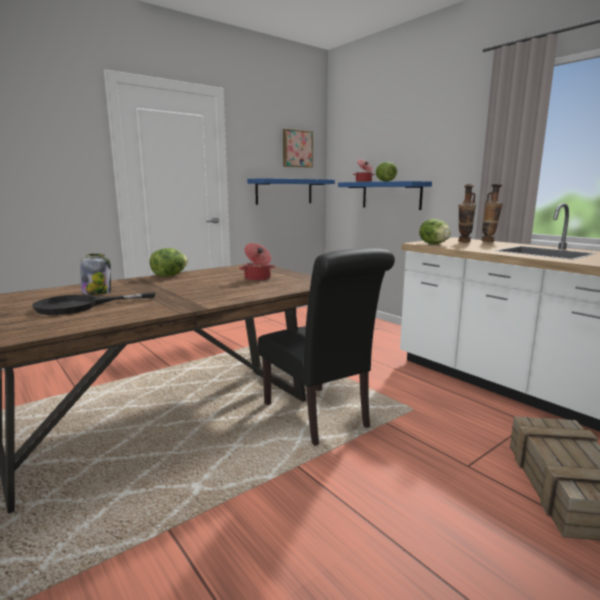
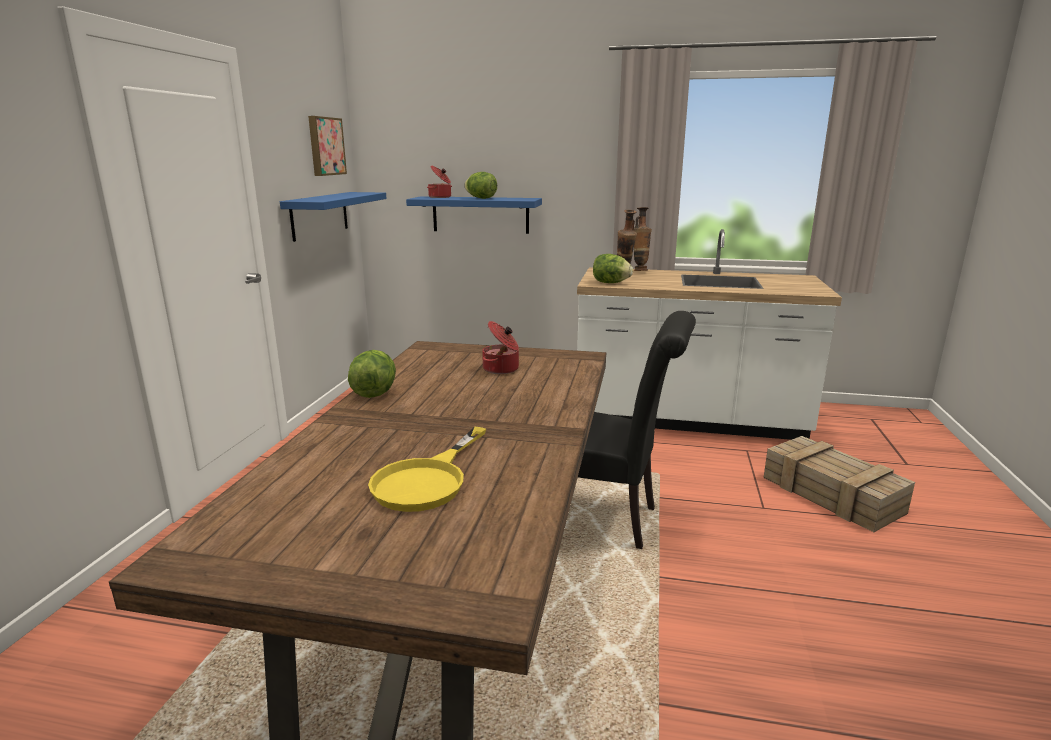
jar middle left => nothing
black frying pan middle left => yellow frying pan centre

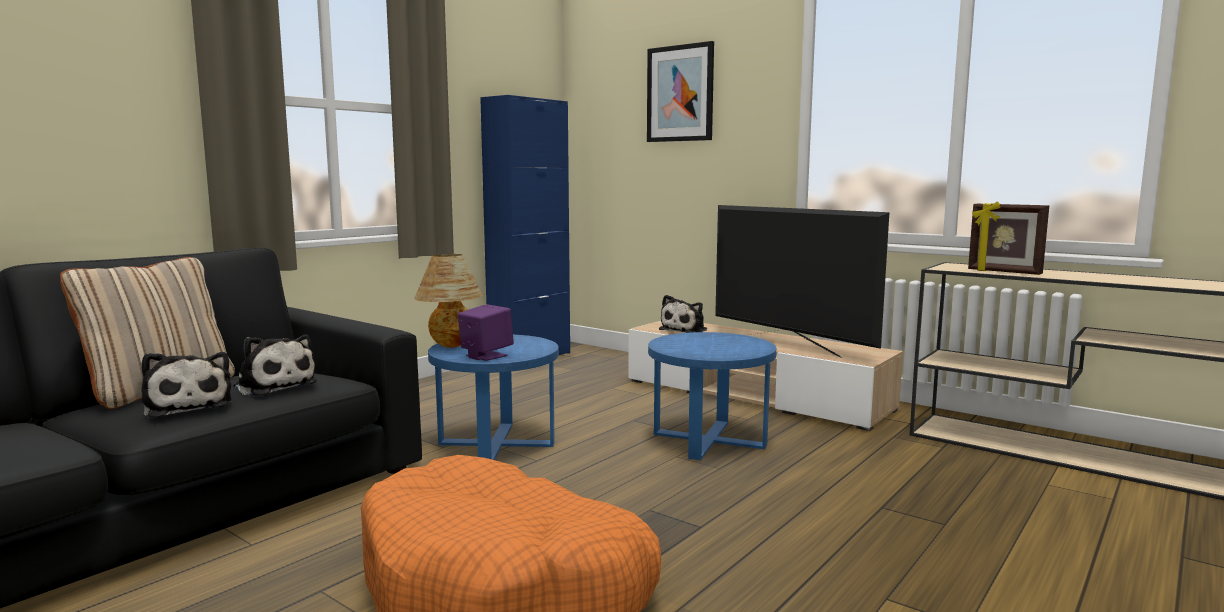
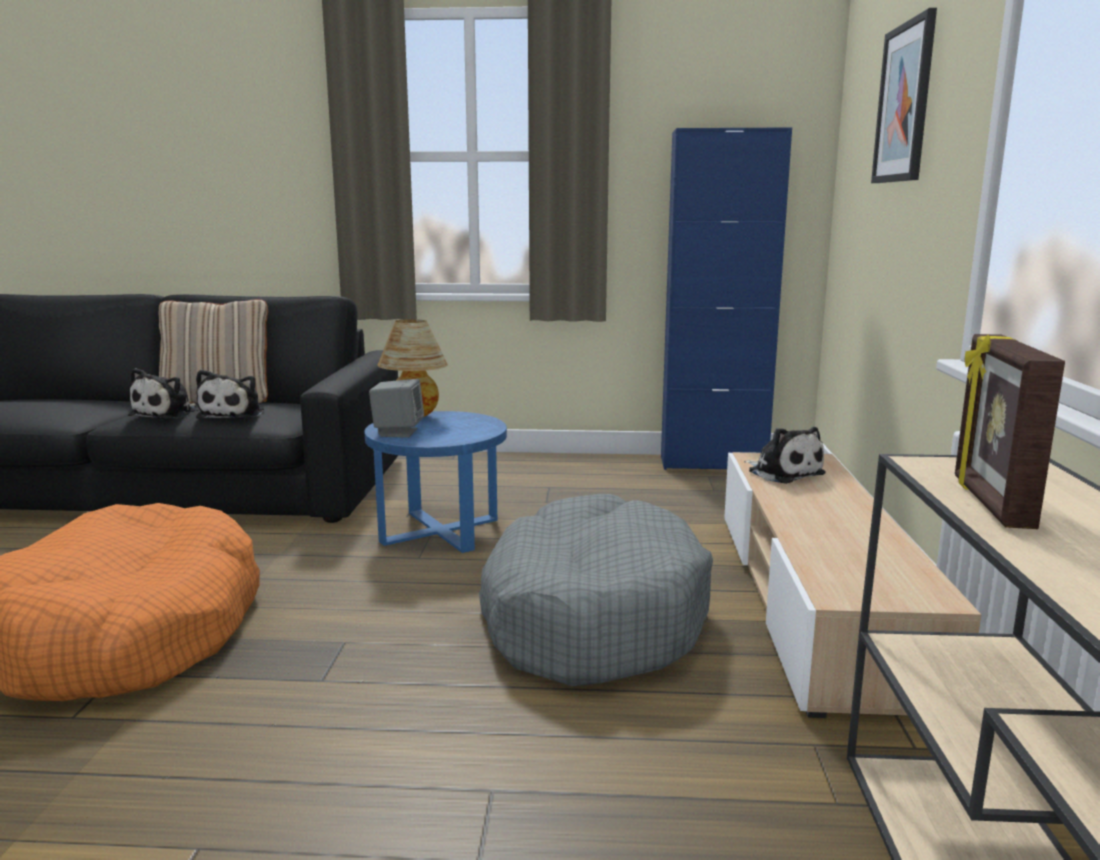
television centre => nothing
blue side table (no. 2 from left) centre => grey dog bed bottom centre
purple speaker centre => grey speaker centre
plush toy (no. 3 from left) centre => plush toy (no. 3 from left) middle right, 120 degrees counterclockwise

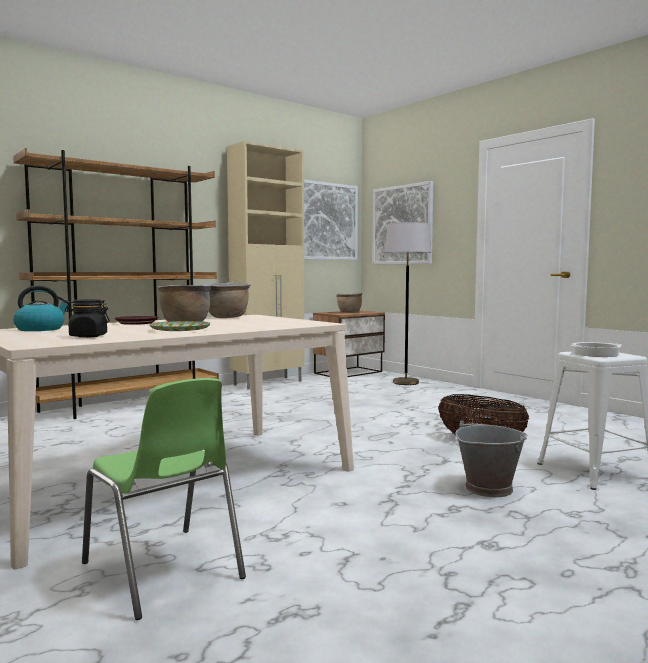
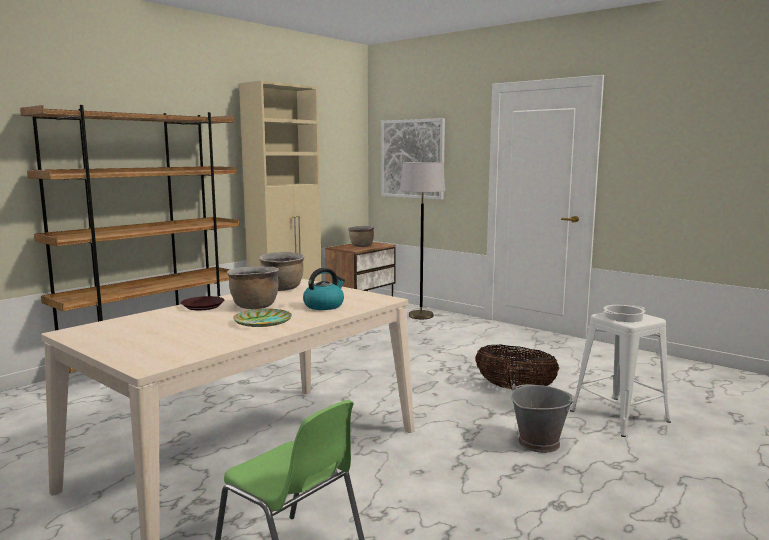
black jar middle left => nothing
picture (no. 1 from left) top centre => nothing
kettle middle left => kettle centre, relocated

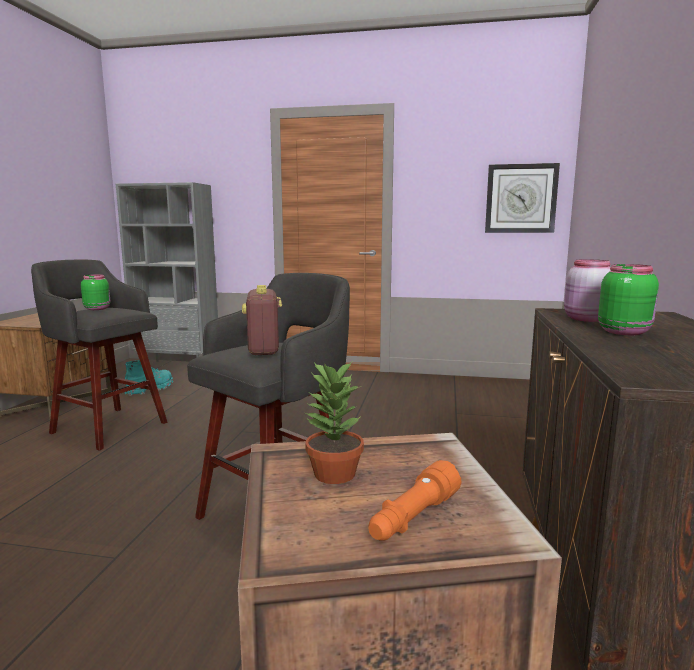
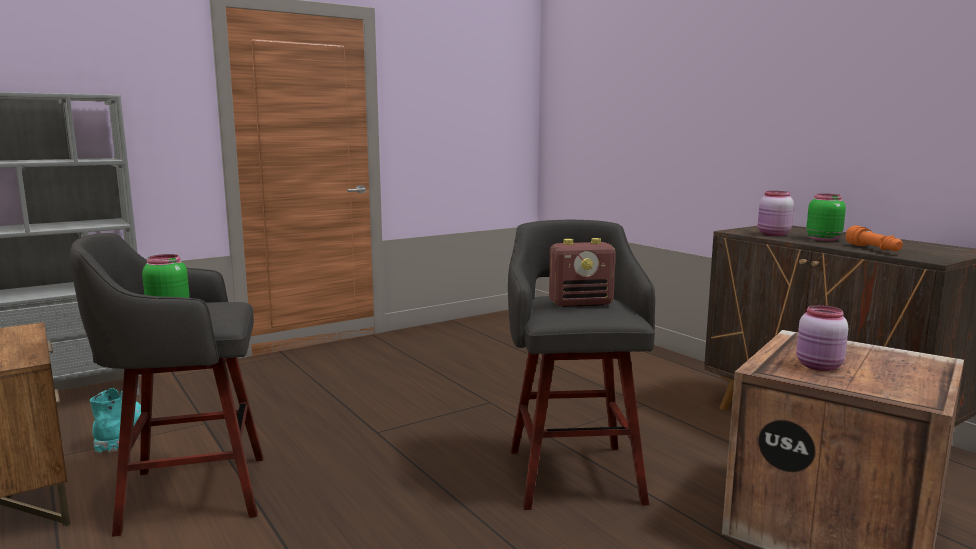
wall clock top right => nothing
orange flashlight bottom centre => orange flashlight middle right, relocated
potted plant centre => pink jar (no. 2 from left) middle right
radio centre, 45 degrees counterclockwise

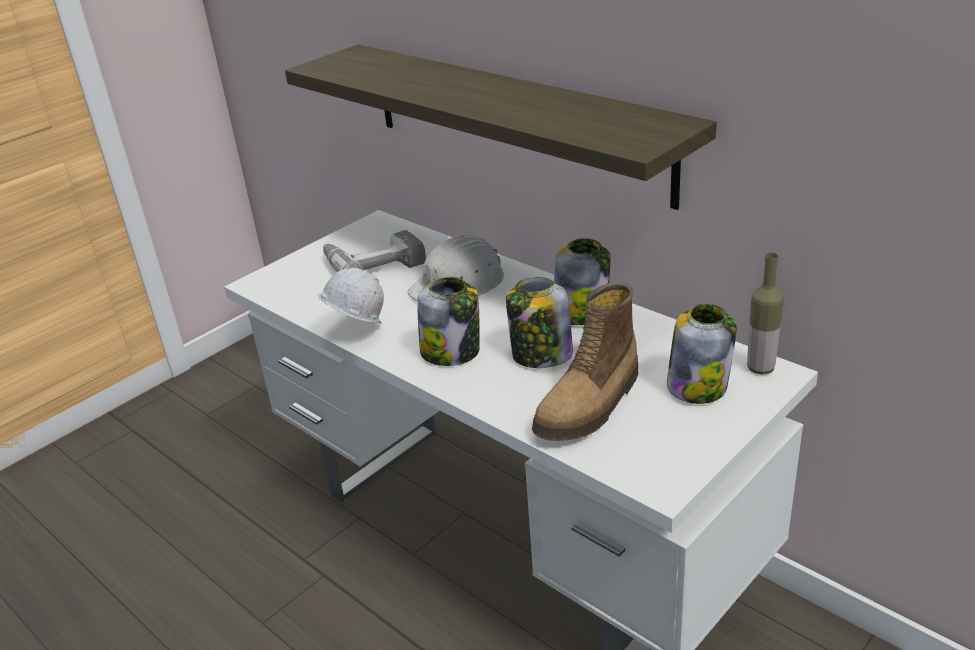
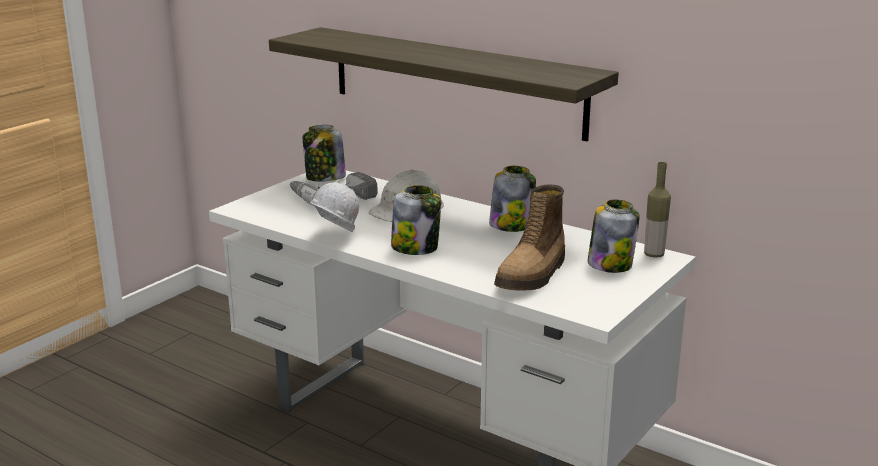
jar (no. 2 from left in the first image) centre => jar (no. 1 from left) top centre, relocated

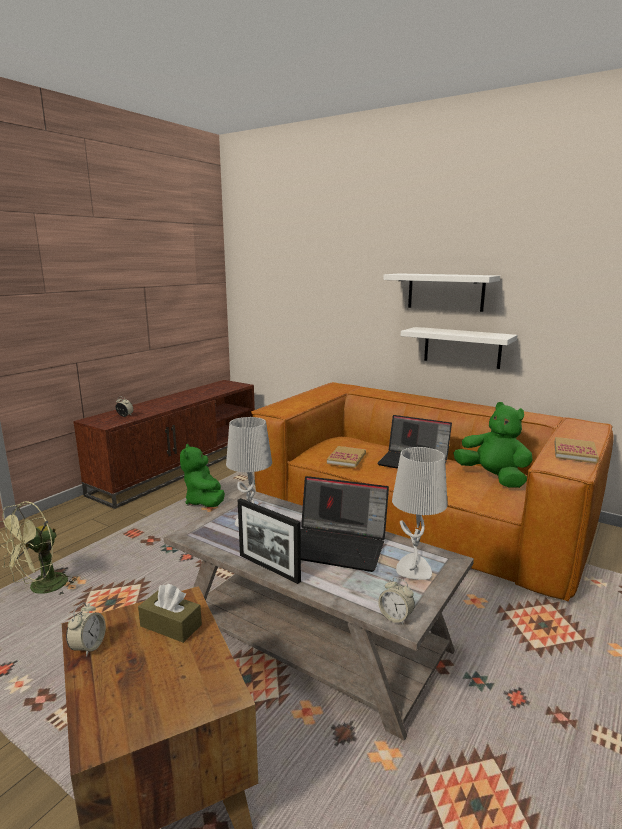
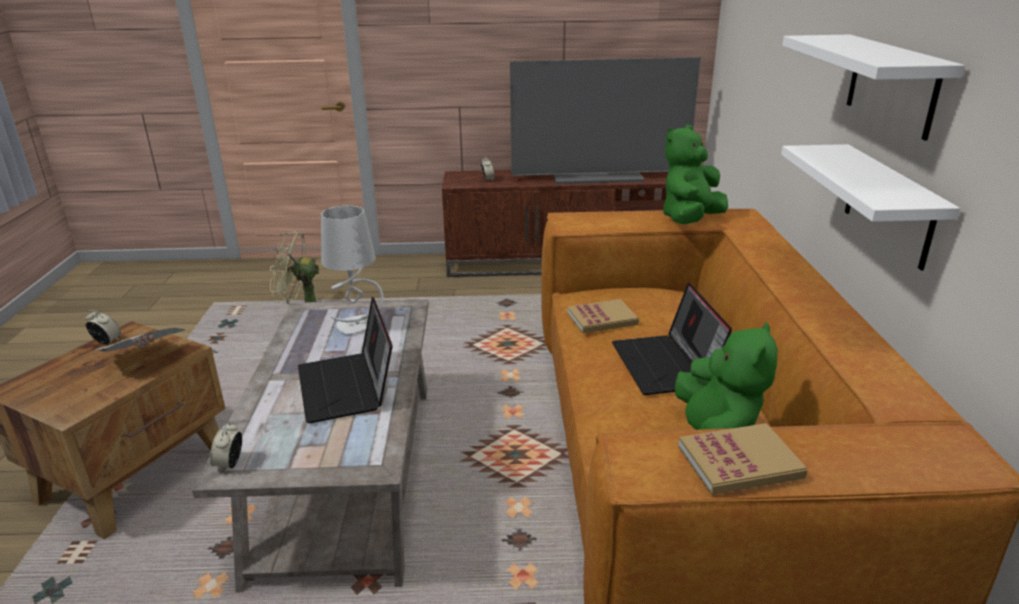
picture frame centre => nothing
grey table lamp (no. 2 from left) middle right => nothing
nothing => television top centre
green plush toy (no. 1 from left) middle left => green plush toy (no. 1 from left) top right, relocated
brown tissue box bottom left => newspaper middle left
alarm clock (no. 1 from left) bottom left => alarm clock (no. 1 from left) middle left, 135 degrees counterclockwise

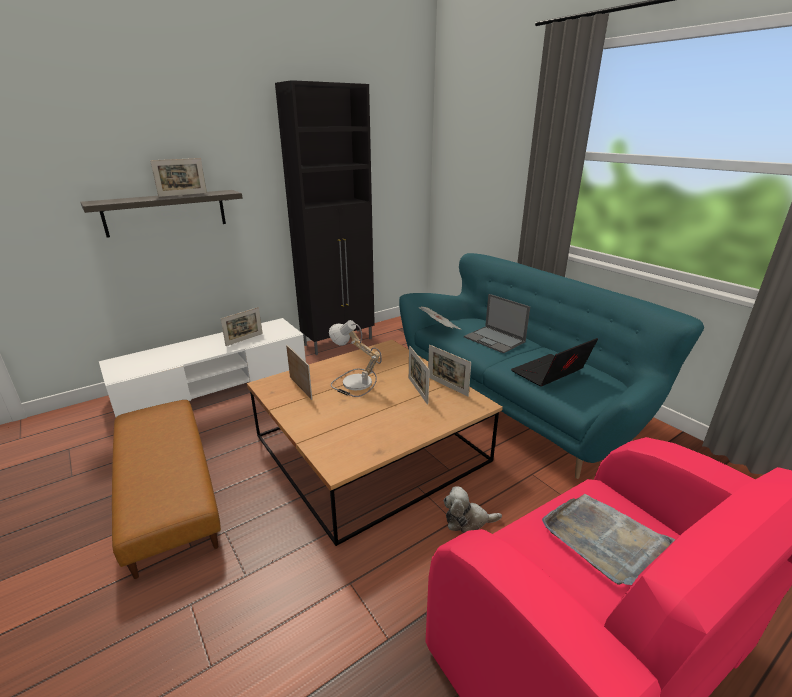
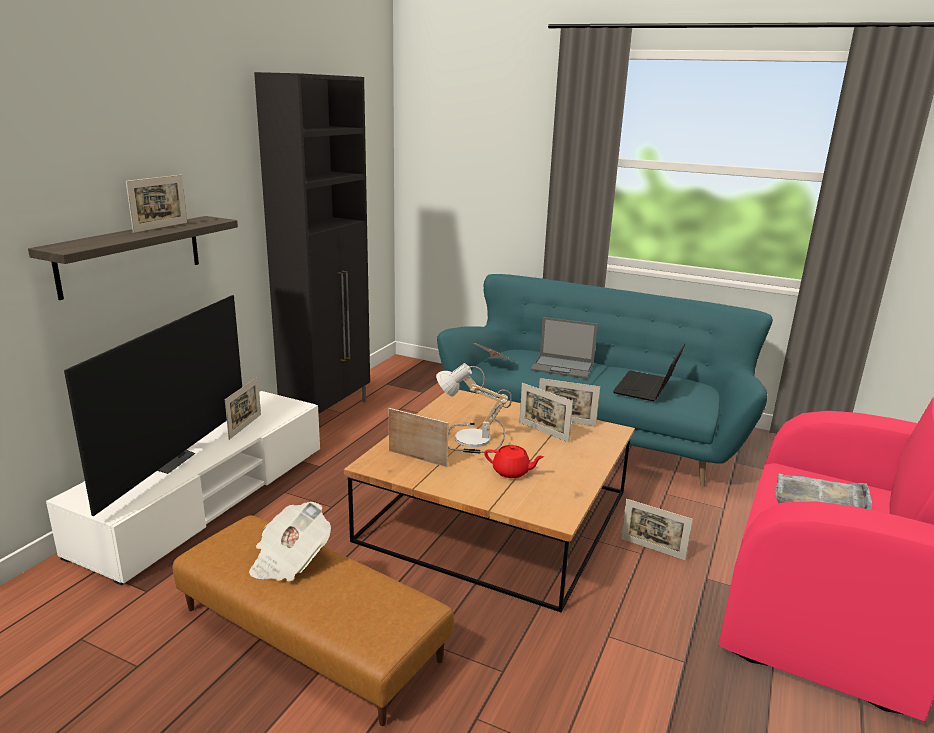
nothing => television middle left
nothing => newspaper (no. 1 from left) bottom left
nothing => red teapot centre
plush toy bottom centre => picture frame (no. 6 from left) bottom right

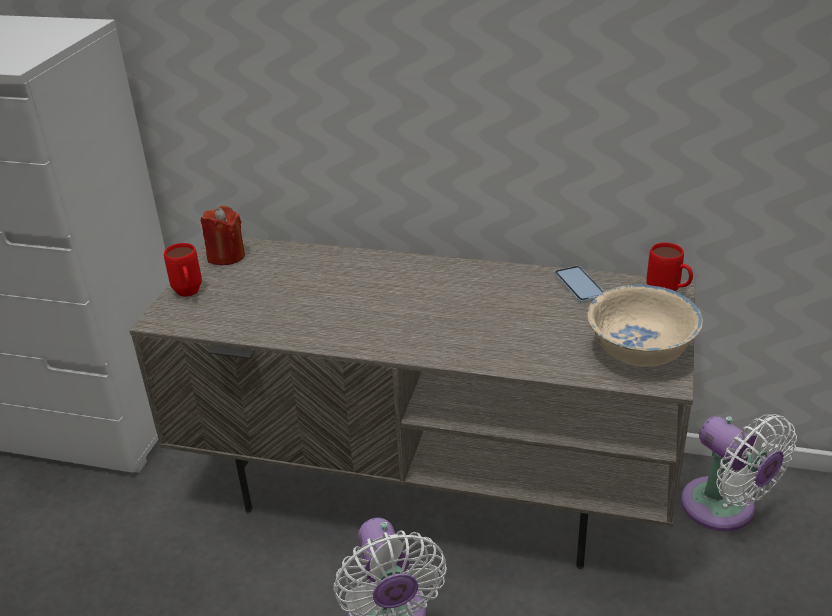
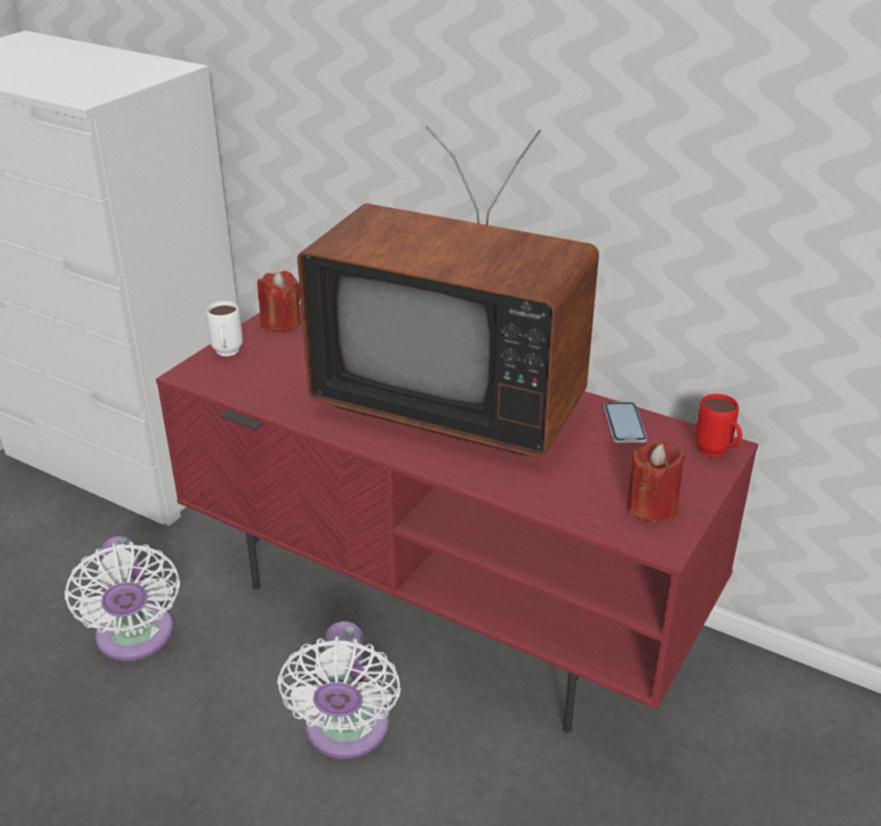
nothing => television centre
white fan (no. 2 from left in the first image) bottom right => white fan (no. 1 from left) bottom left, relocated
beige bowl middle right => red candle (no. 2 from left) middle right
grey tv stand centre => red tv stand centre
red mug (no. 1 from left) middle left => white mug middle left

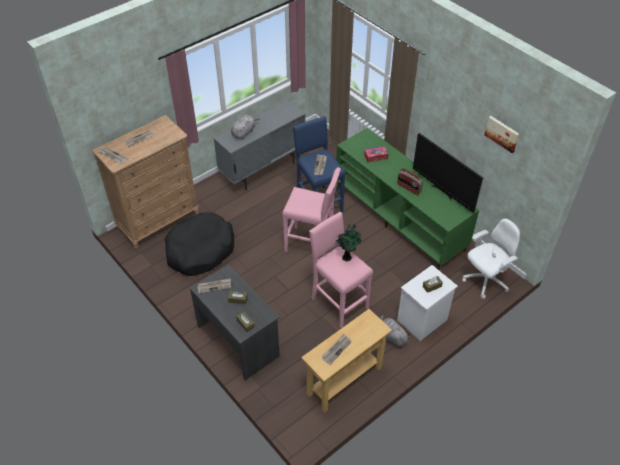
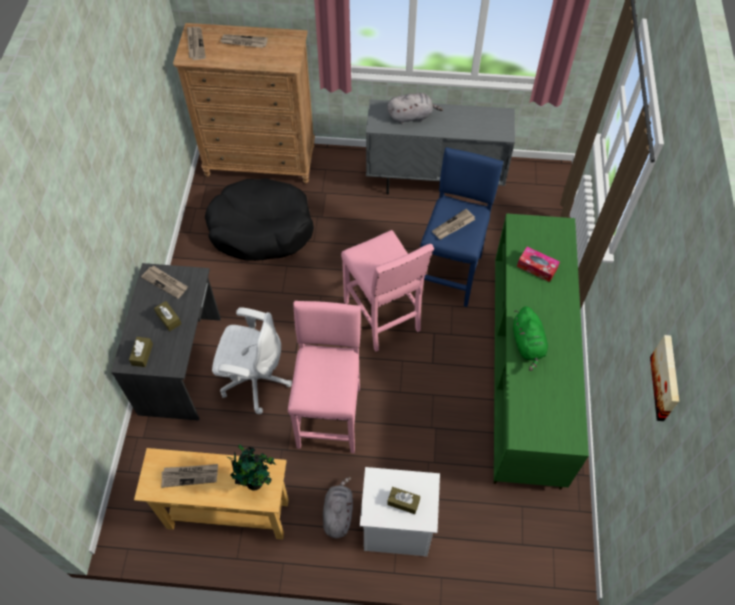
television middle right => nothing
potted plant centre => potted plant bottom centre, relocated
white office chair middle right => white office chair centre, relocated
radio centre => green plush toy middle right

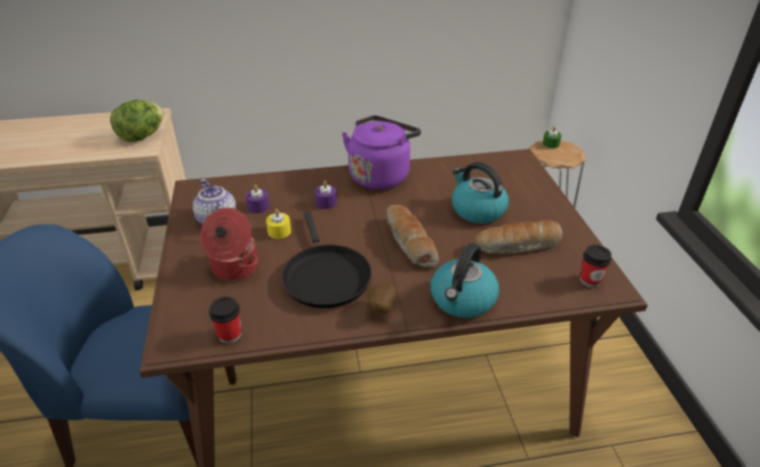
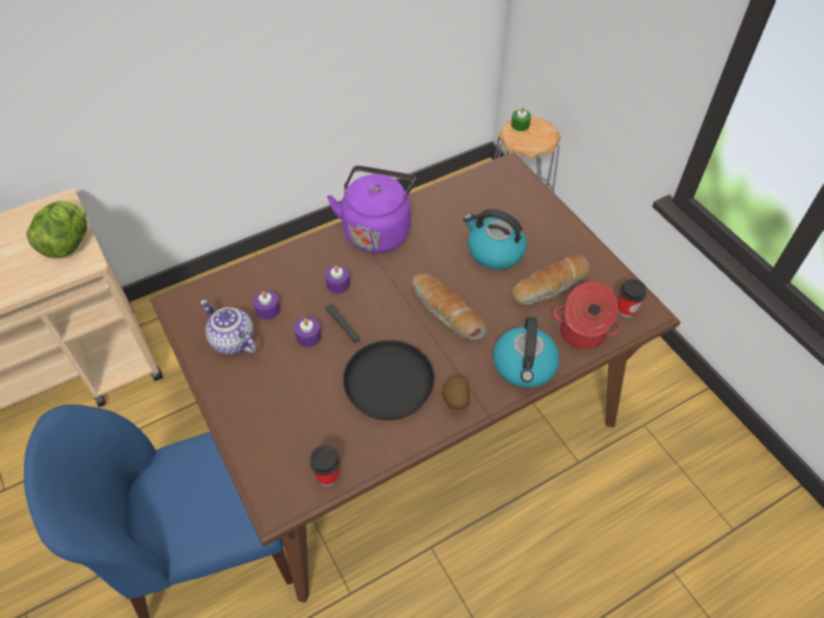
cooking pot middle left => cooking pot middle right, relocated
yellow candle centre => purple candle (no. 2 from left) centre

